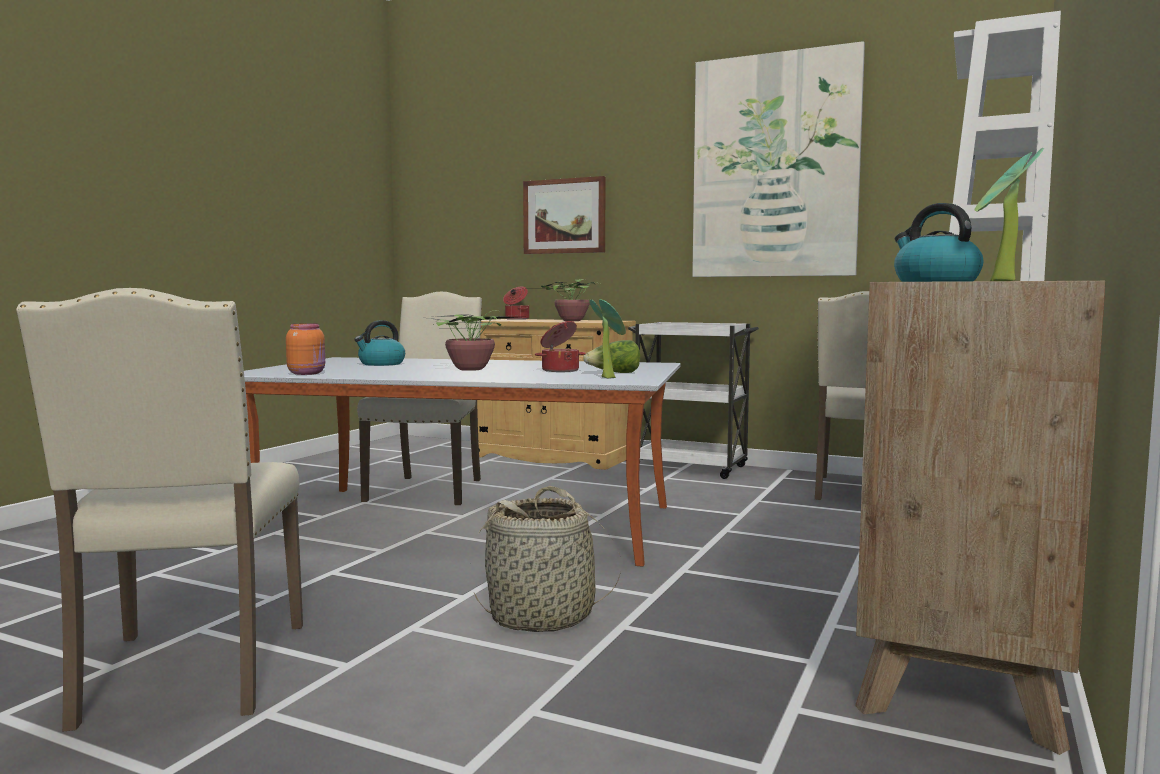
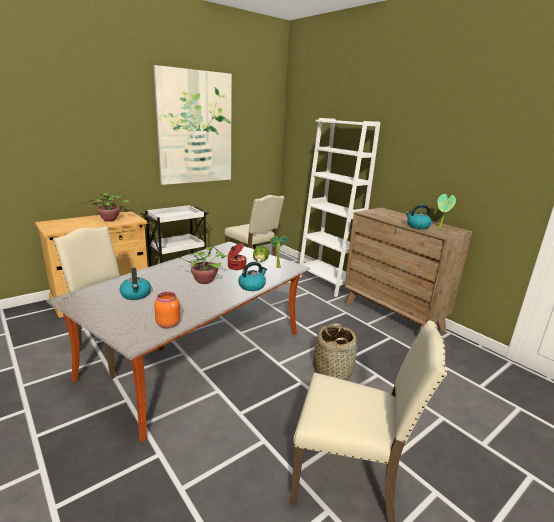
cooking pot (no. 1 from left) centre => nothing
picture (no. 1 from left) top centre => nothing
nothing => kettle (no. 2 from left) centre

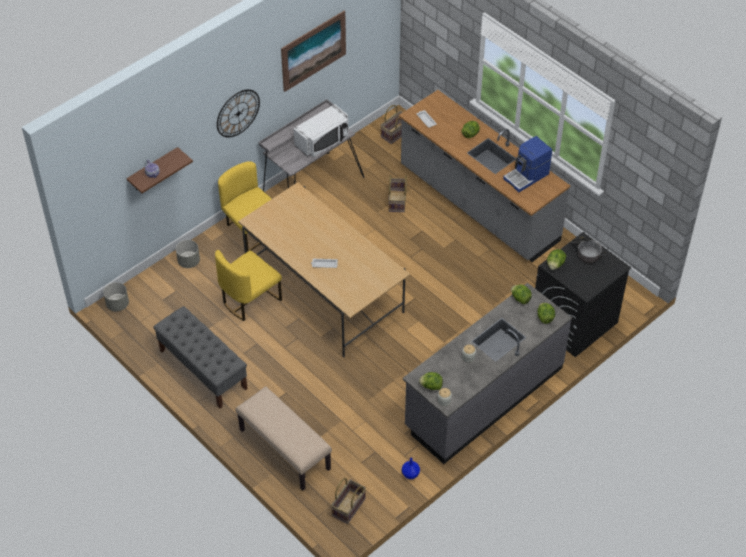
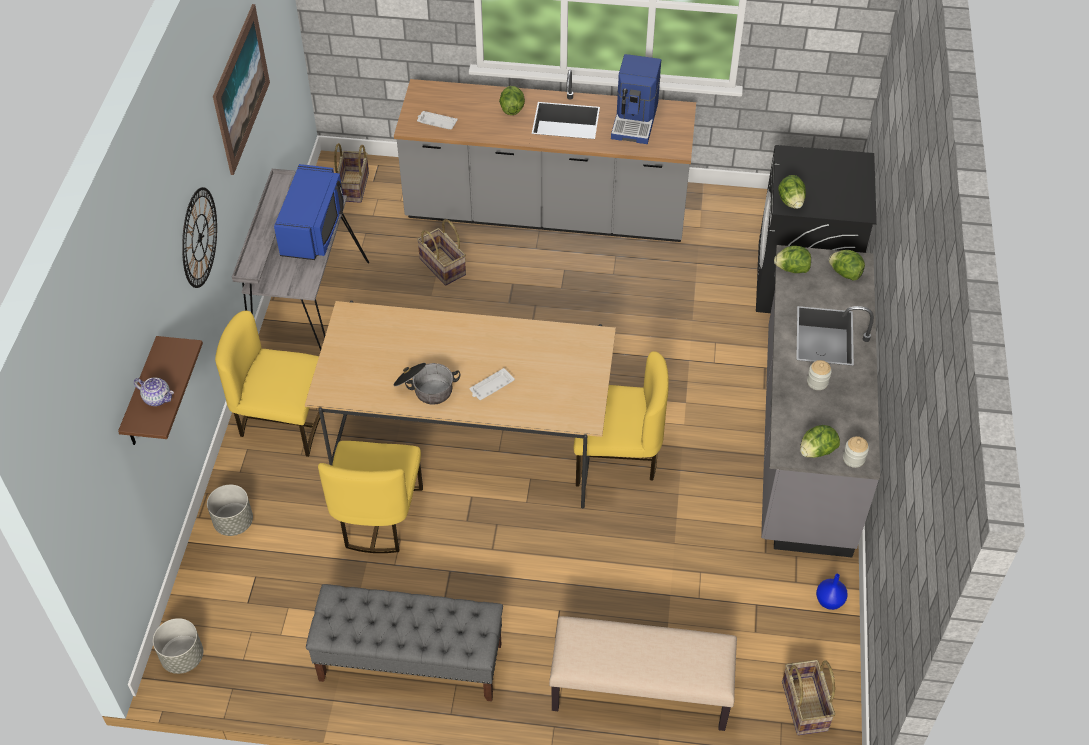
nothing => yellow chair (no. 3 from left) centre
cooking pot middle right => cooking pot centre, relocated
white microwave top centre => blue microwave top left

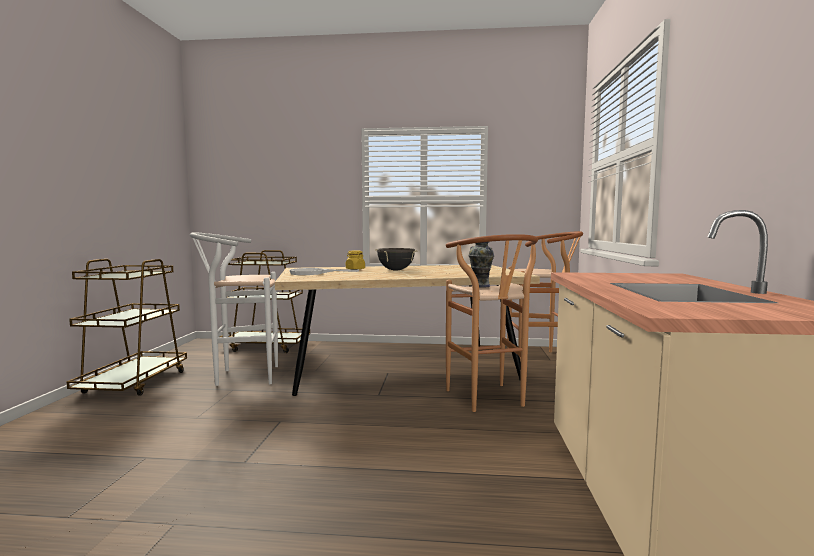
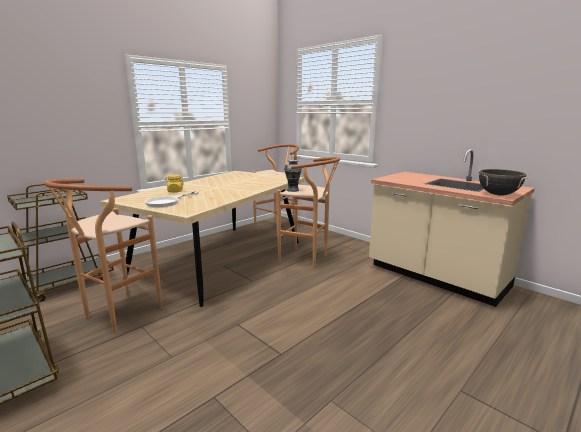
black cooking pot centre => black cooking pot middle right, relocated
white stool middle left => brown stool (no. 1 from left) middle left

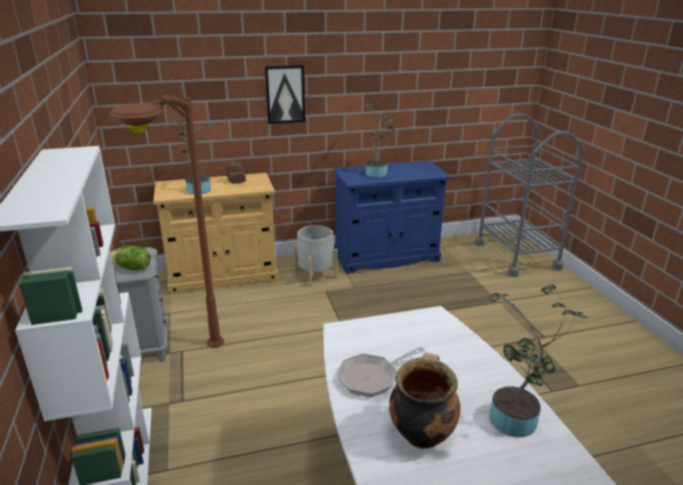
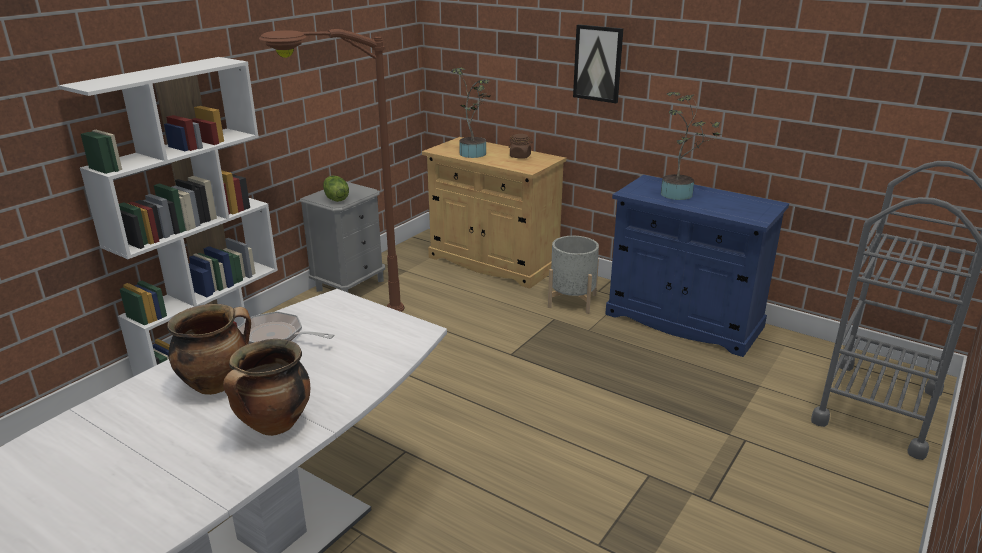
potted plant (no. 3 from left) bottom right => cooking pot (no. 2 from left) bottom left

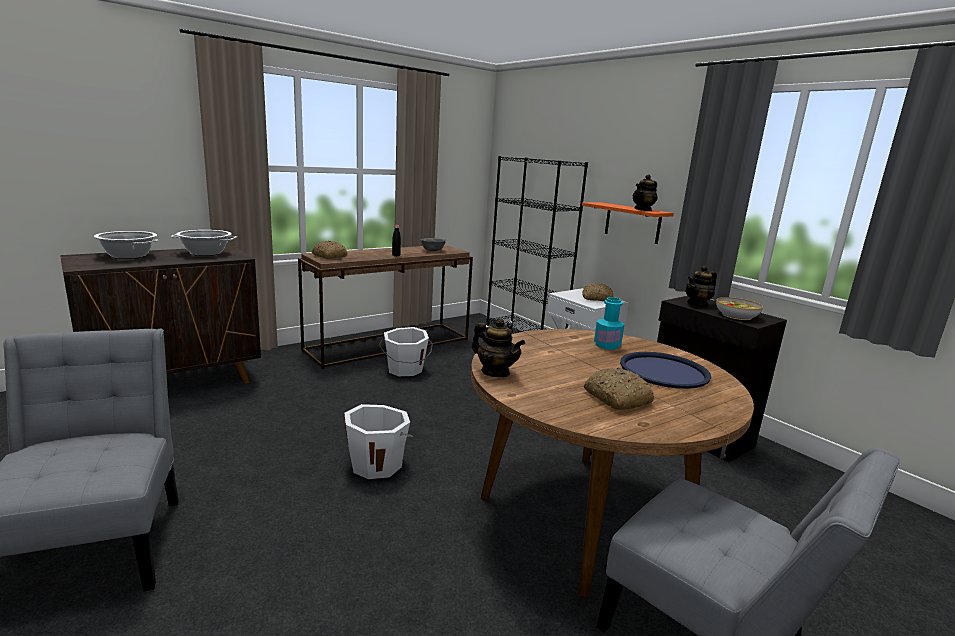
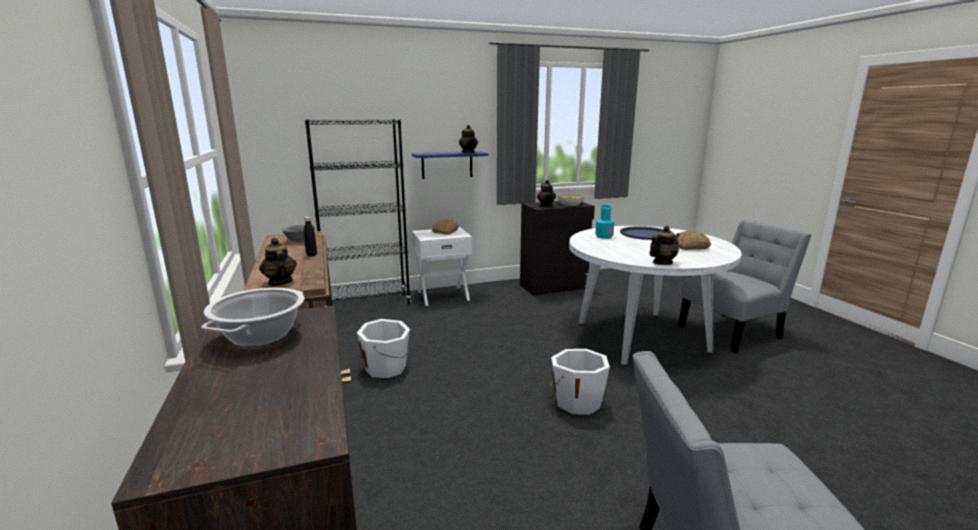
cooking pot (no. 1 from left) middle left => nothing
bread (no. 1 from left) centre => teapot (no. 1 from left) middle left
brown dining table bottom centre => white dining table middle right
orange shelf centre => blue shelf top centre

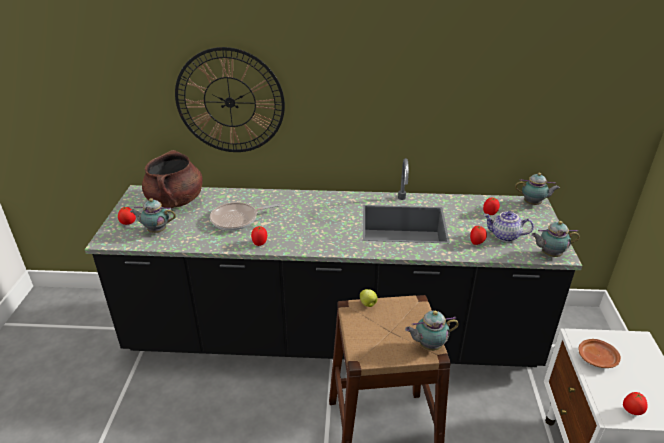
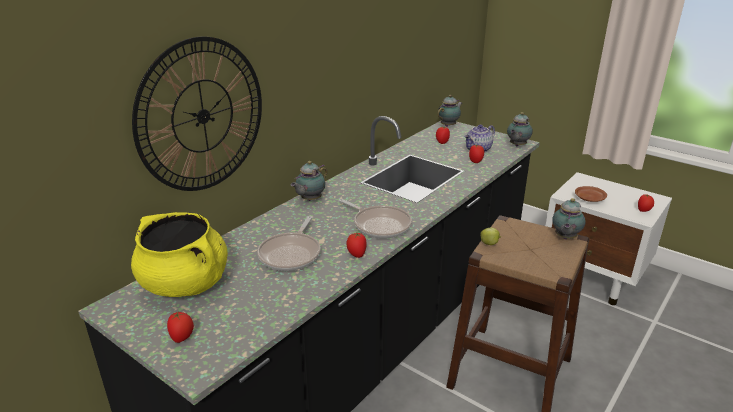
nothing => frying pan (no. 2 from left) centre
teapot (no. 1 from left) middle left => teapot (no. 1 from left) centre, relocated
brown cooking pot middle left => yellow cooking pot middle left

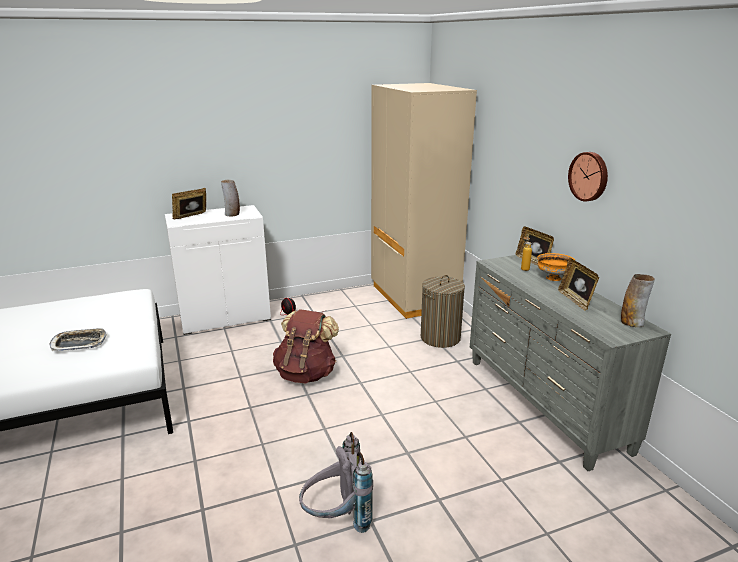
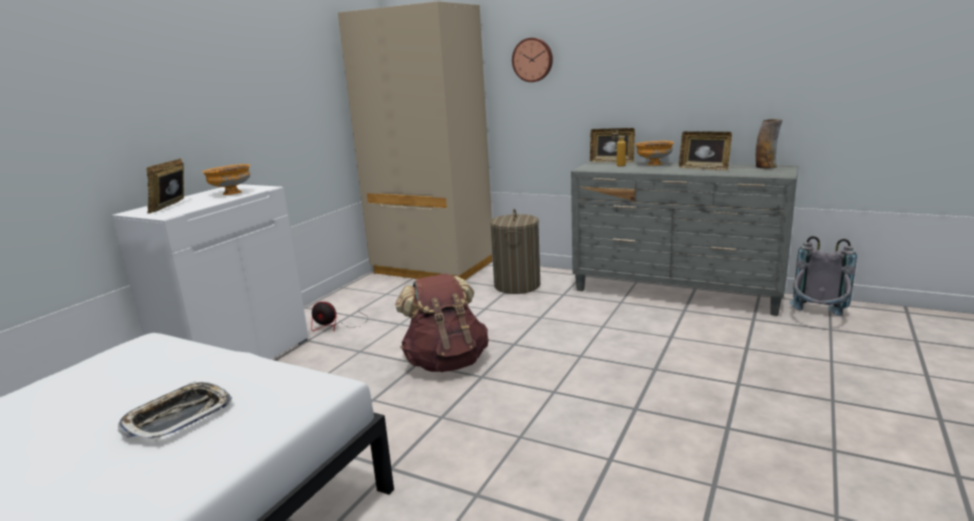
grey backpack bottom centre => grey backpack middle right, relocated
wall clock top right => wall clock top centre, relocated
vase (no. 1 from left) middle left => orange bowl (no. 1 from left) middle left

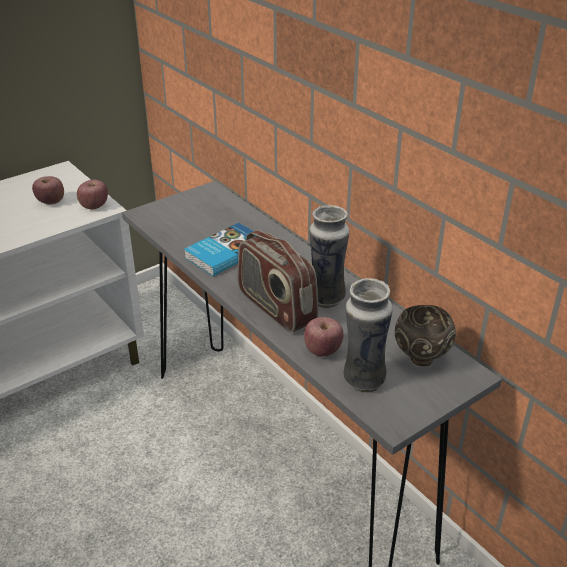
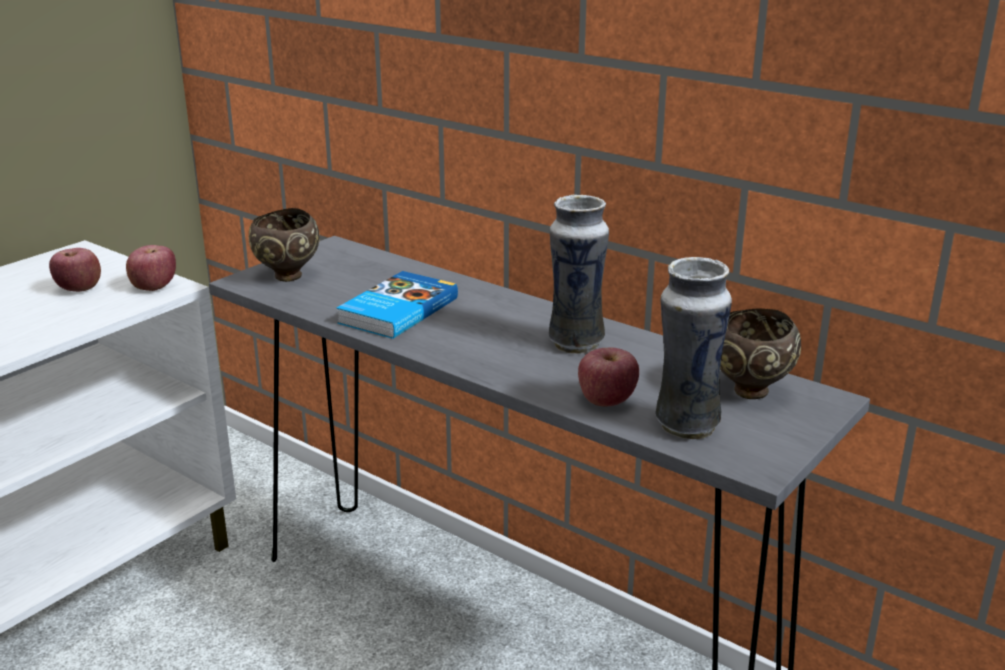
radio centre => nothing
nothing => brown bowl (no. 1 from left) middle left

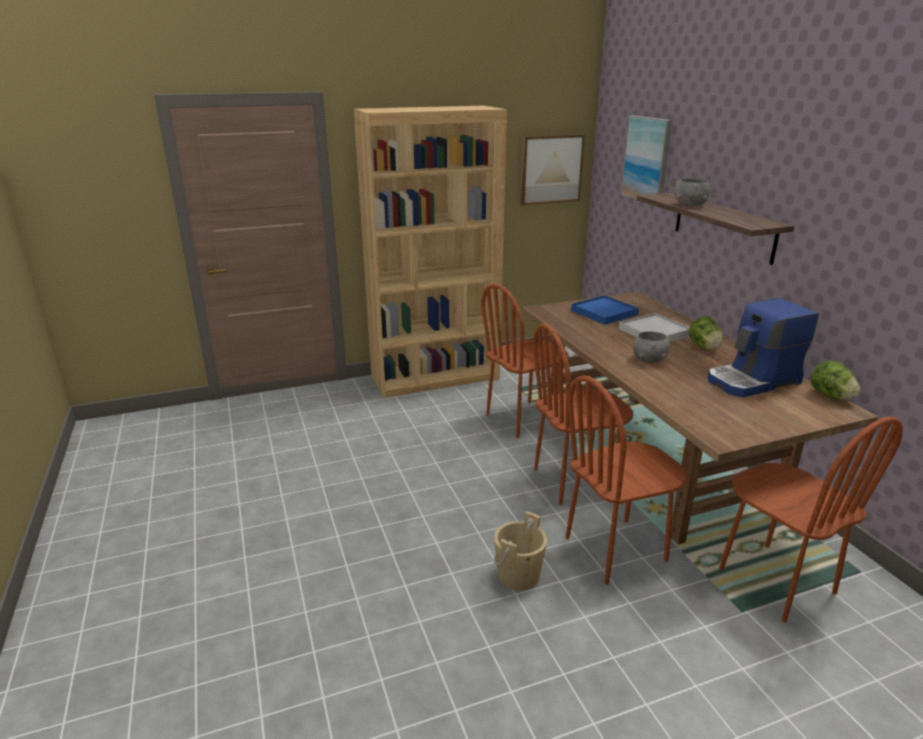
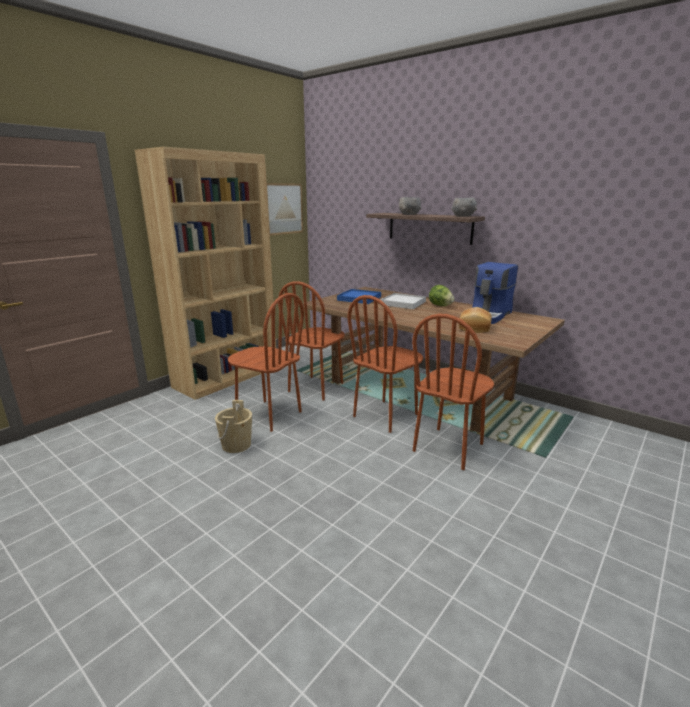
picture (no. 2 from left) top right => nothing
lettuce (no. 2 from left) middle right => nothing
nothing => bread middle right
beige bucket bottom centre => beige bucket centre, relocated
grey bowl (no. 1 from left in the first image) middle right => grey bowl (no. 2 from left) top right, relocated
brown chair (no. 4 from left in the first image) bottom right => brown chair (no. 1 from left) centre, relocated

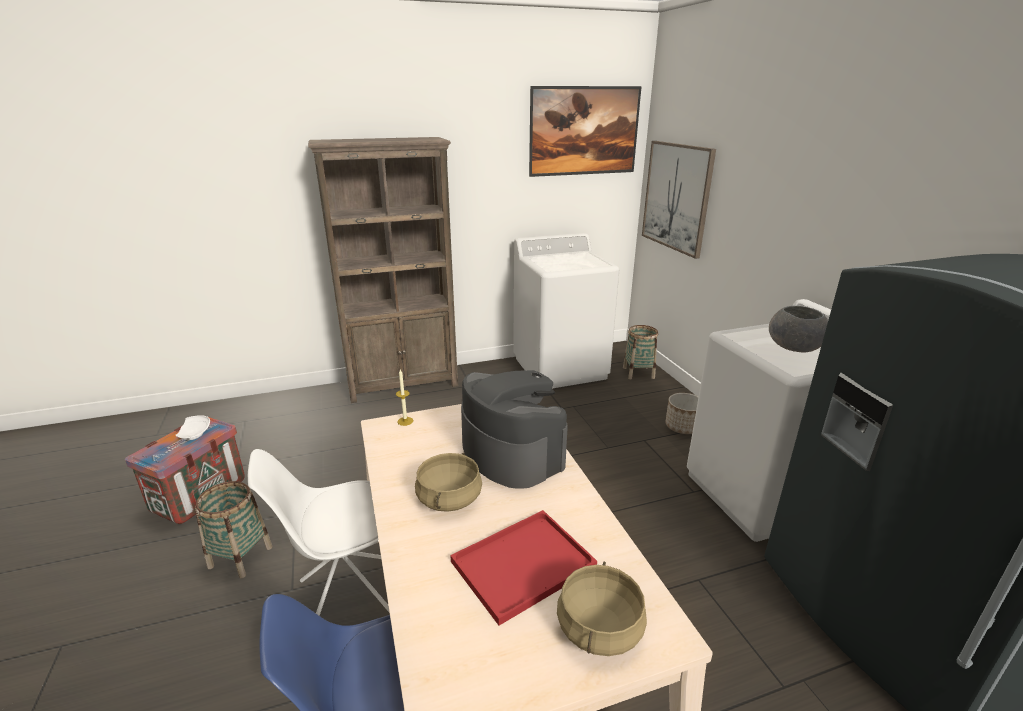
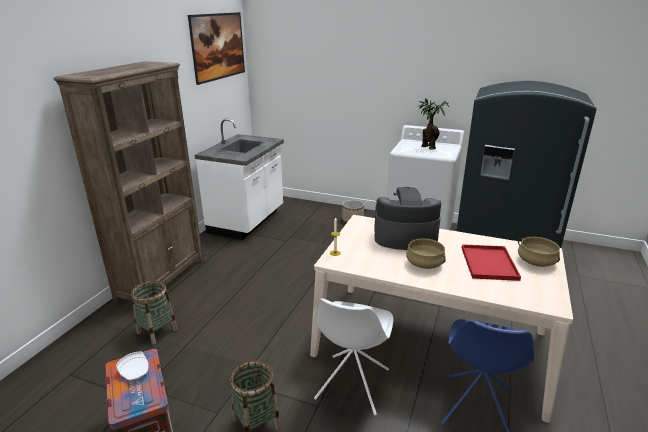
picture (no. 2 from left) top centre => nothing
basket (no. 2 from left in the first image) centre => basket (no. 1 from left) bottom left, relocated
white washing machine (no. 1 from left) centre => white counter centre
grey bowl middle right => potted plant top right

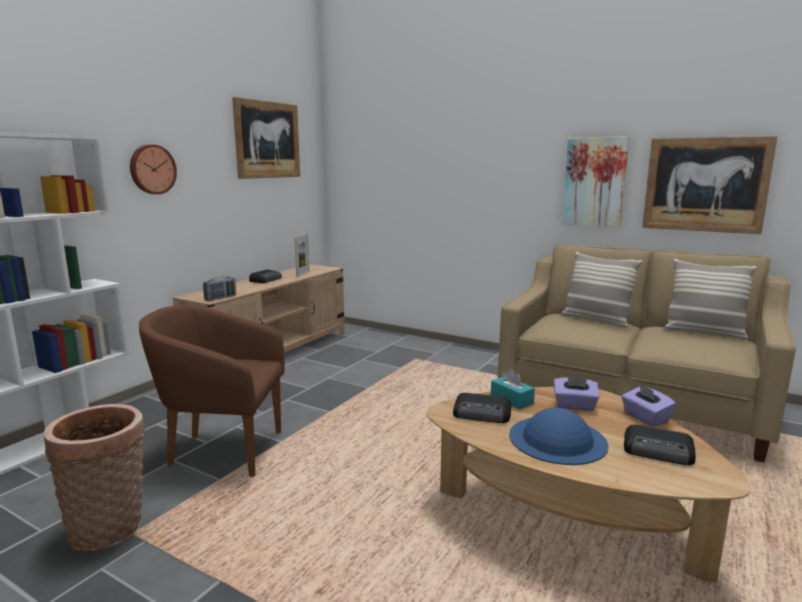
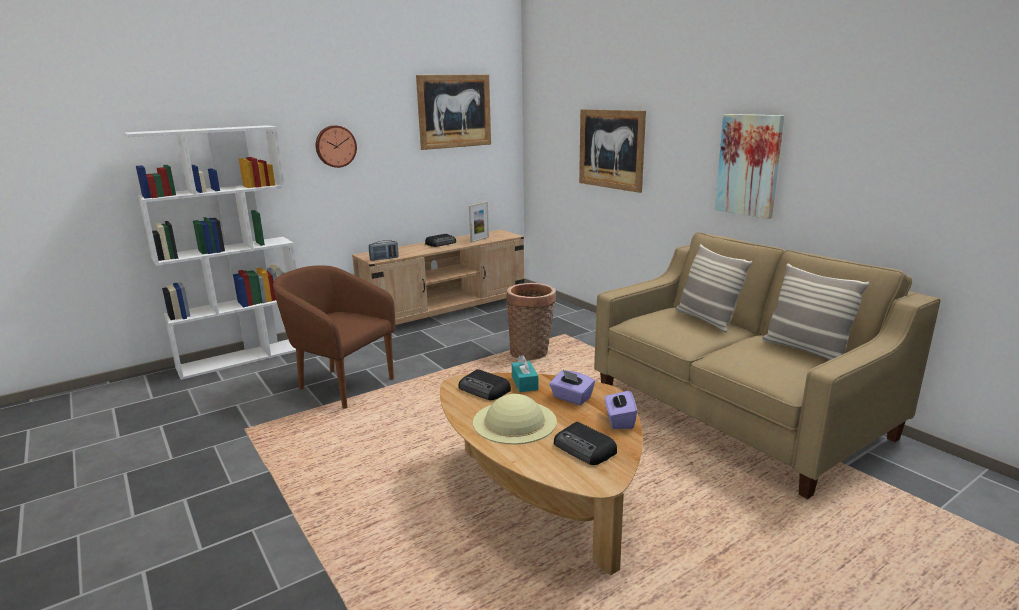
basket bottom left => basket centre, relocated
picture (no. 3 from left in the first image) top right => picture (no. 2 from left) top centre, relocated
blue hat bottom right => beige hat bottom centre

